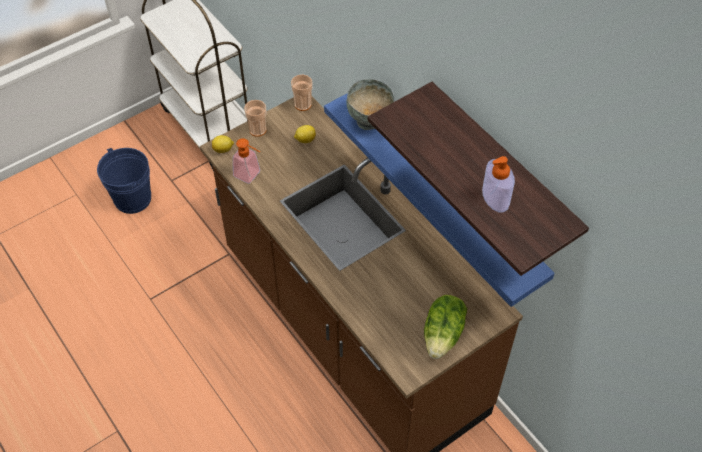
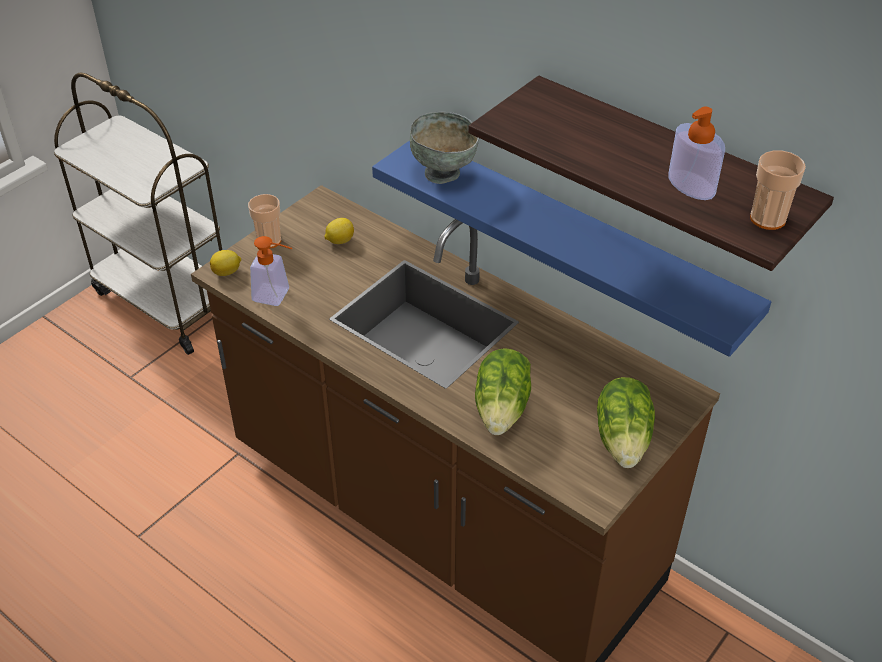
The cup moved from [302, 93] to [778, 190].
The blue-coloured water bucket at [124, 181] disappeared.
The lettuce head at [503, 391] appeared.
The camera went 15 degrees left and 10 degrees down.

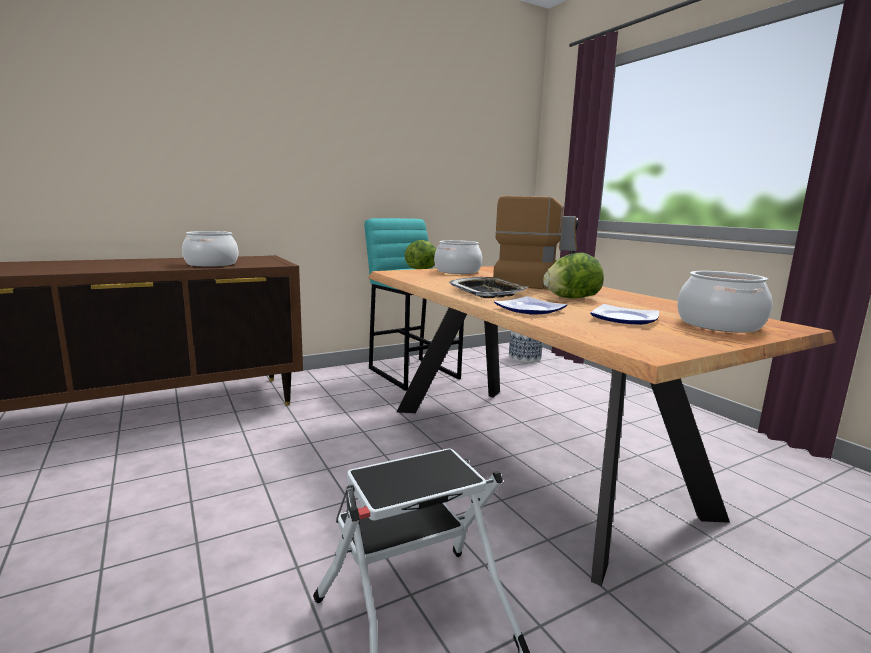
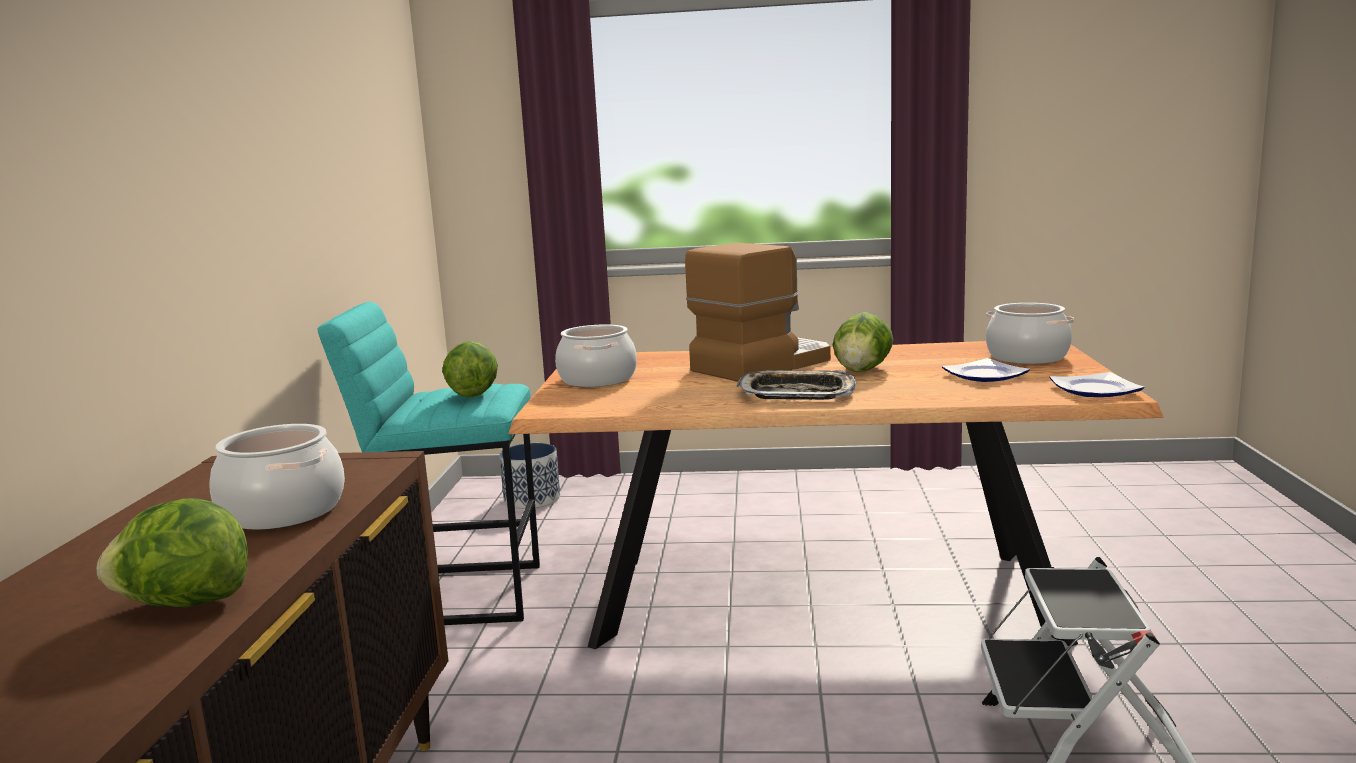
The dinner plate moved from [530, 305] to [1097, 384].
The lettuce head at [172, 552] appeared.
The camera went 55 degrees left and 0 degrees up.

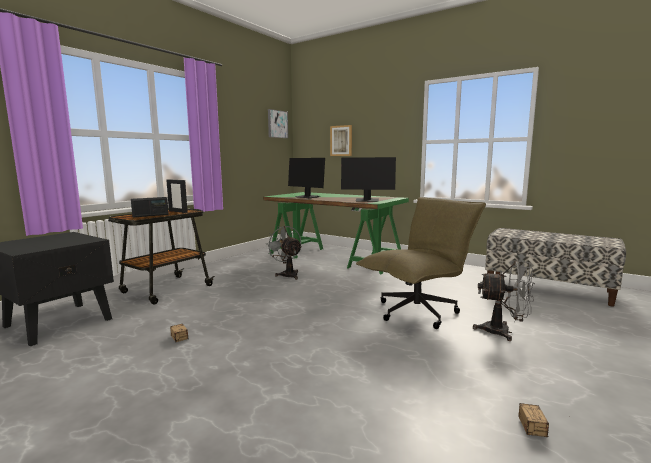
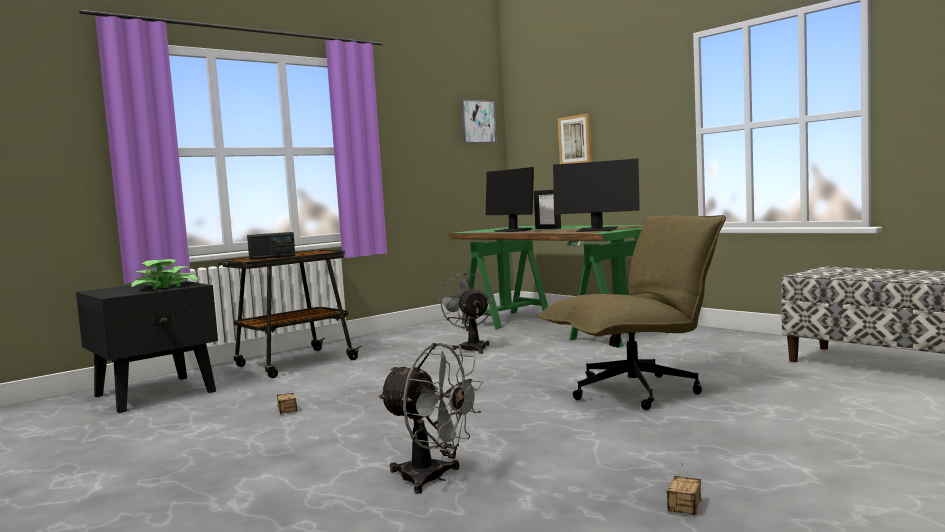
The standing frame moved from [177, 196] to [547, 209].
The greyish fan moved from [504, 301] to [430, 418].
The houseplant at [164, 274] appeared.
The camera went 15 degrees right and 5 degrees down.

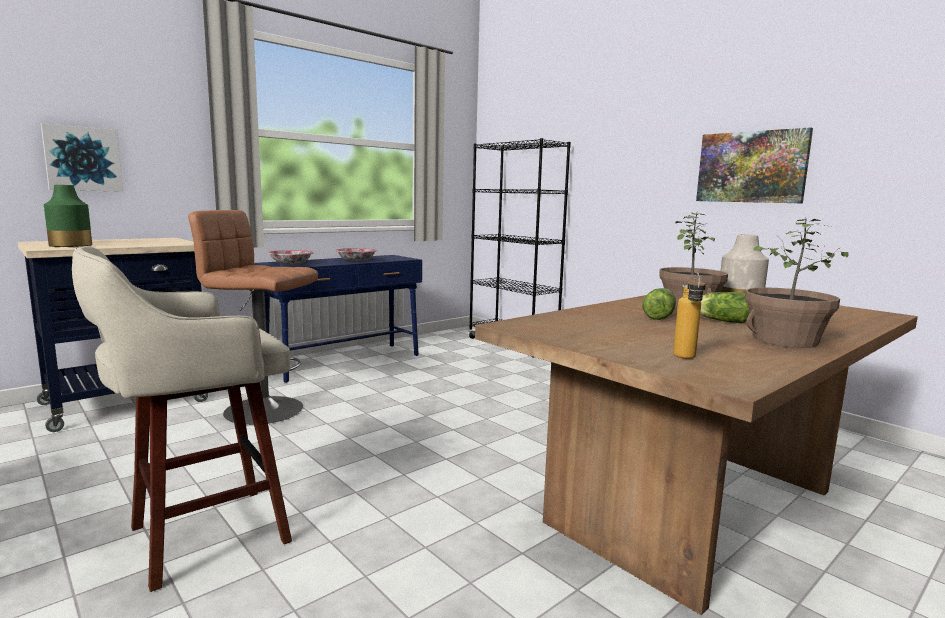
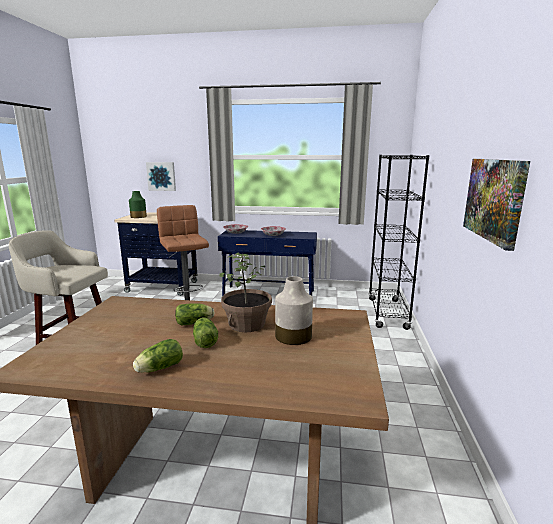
The houseplant at [797, 283] was replaced by the lettuce head at [158, 356].
The bottle at [689, 316] disappeared.
The camera went 50 degrees right and 5 degrees up.

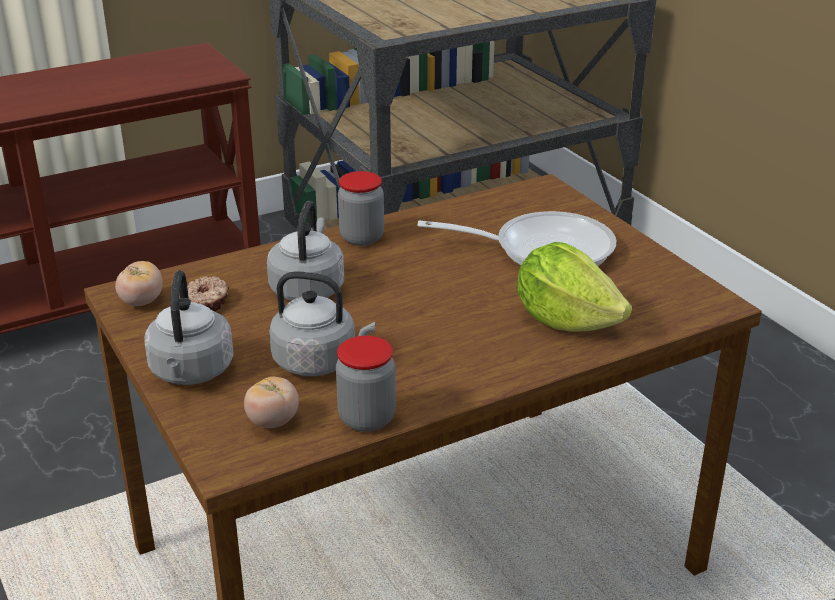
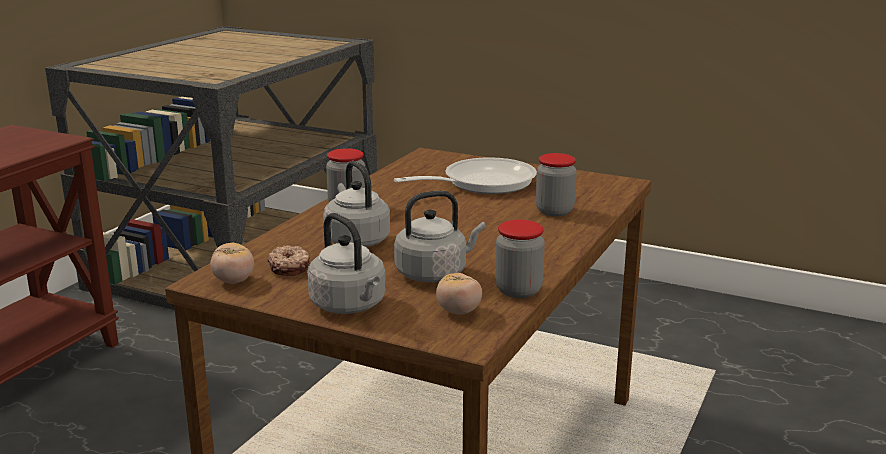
The lettuce head at [574, 287] was replaced by the jar at [556, 184].
The camera went 35 degrees left and 10 degrees down.

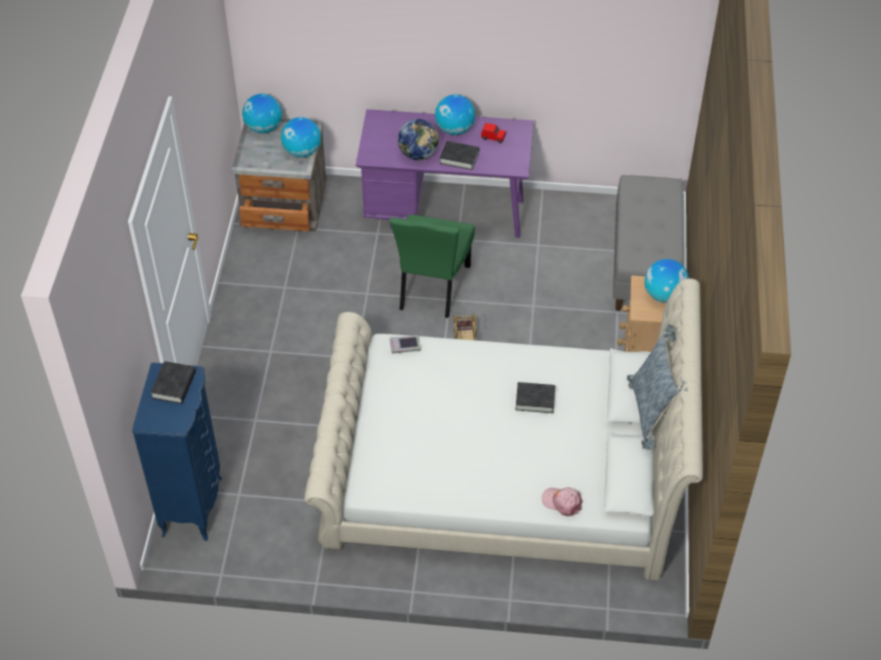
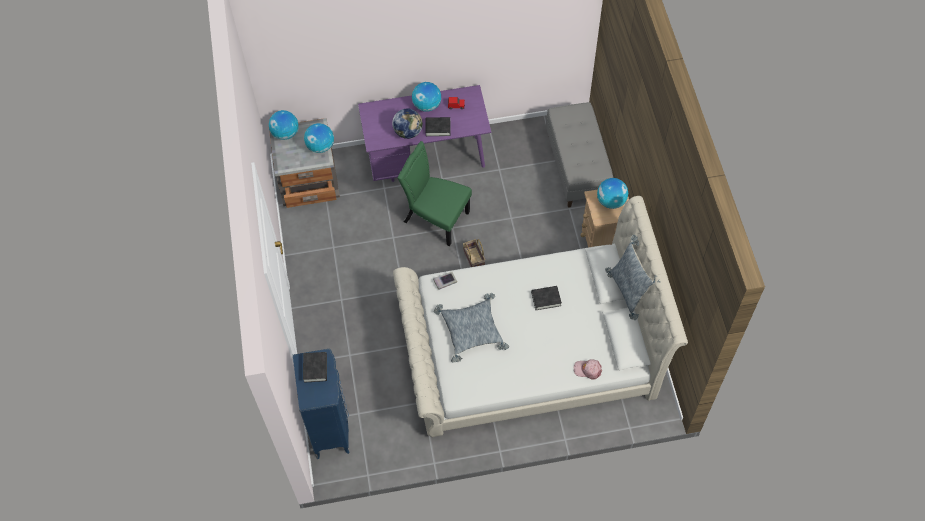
The green-coloured upright chair at [432, 266] turned 120 degrees clockwise.
The throw pillow at [471, 328] appeared.
The camera went 15 degrees left and 10 degrees up.

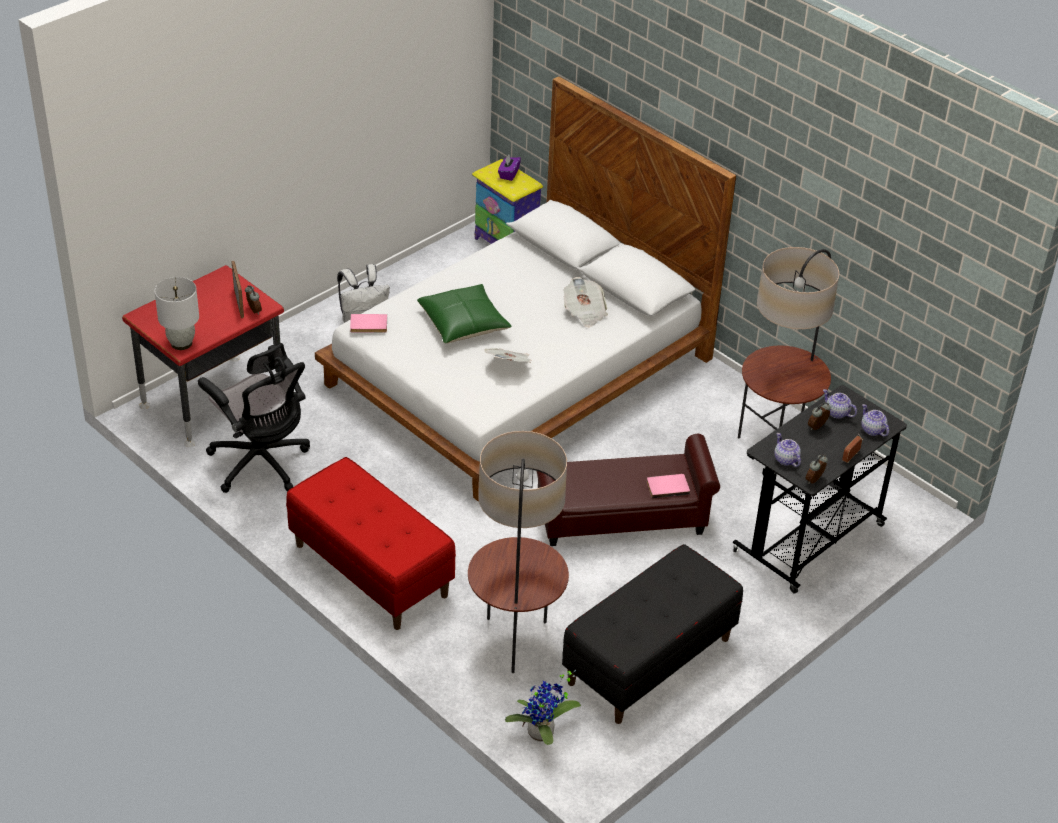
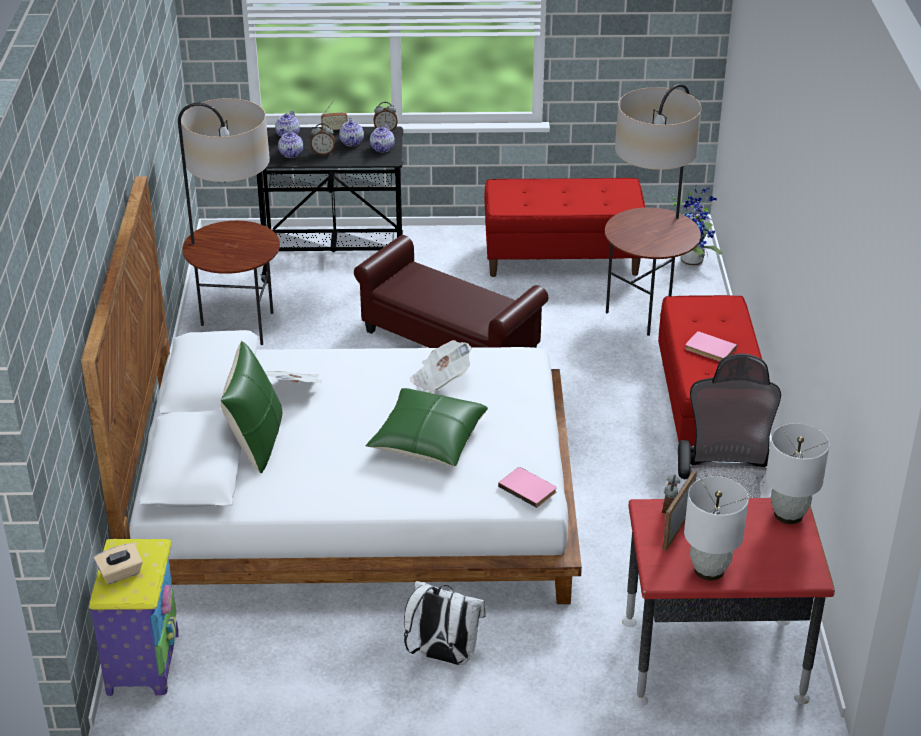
The purple-coloured tissue holder at [509, 168] became the sand-coloured tissue holder at [118, 563].
The pink-coloured book moved from [668, 486] to [711, 346].
The blackish indoor bench at [652, 634] became the red indoor bench at [564, 227].
The pot for tea at [351, 132] appeared.
The green-coloured throw pillow at [251, 407] appeared.
The whitish tabletop lamp at [716, 528] appeared.
The camera went 135 degrees left and 5 degrees down.

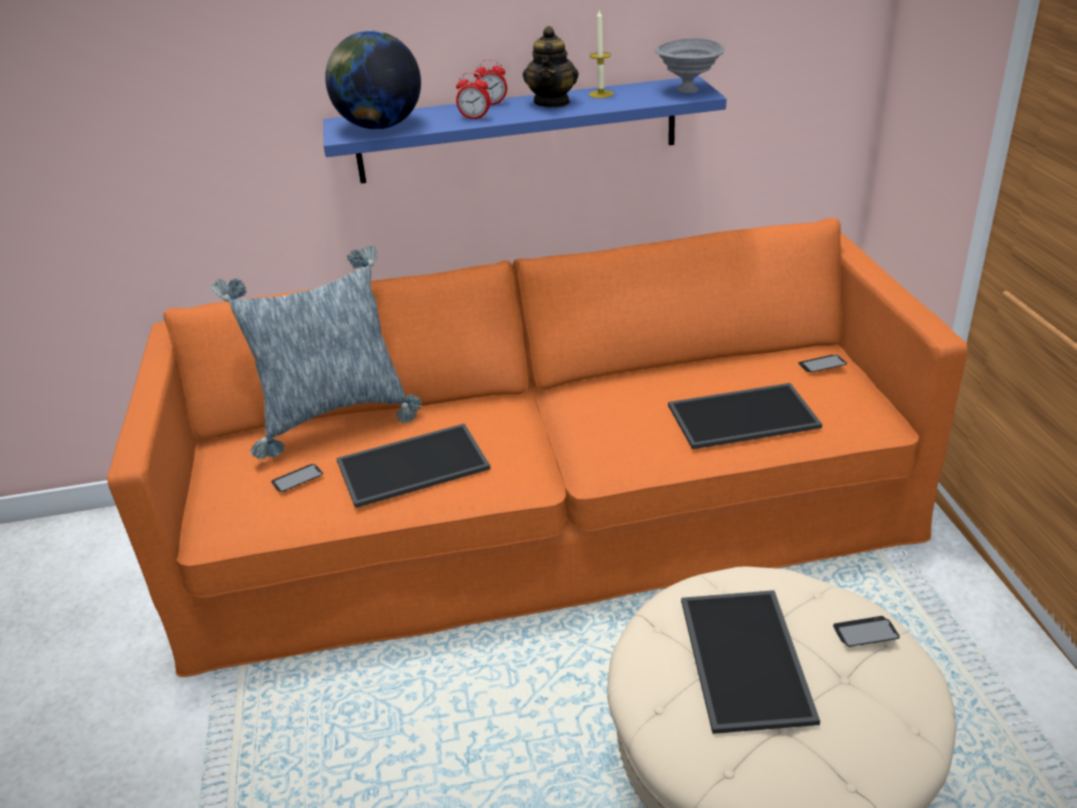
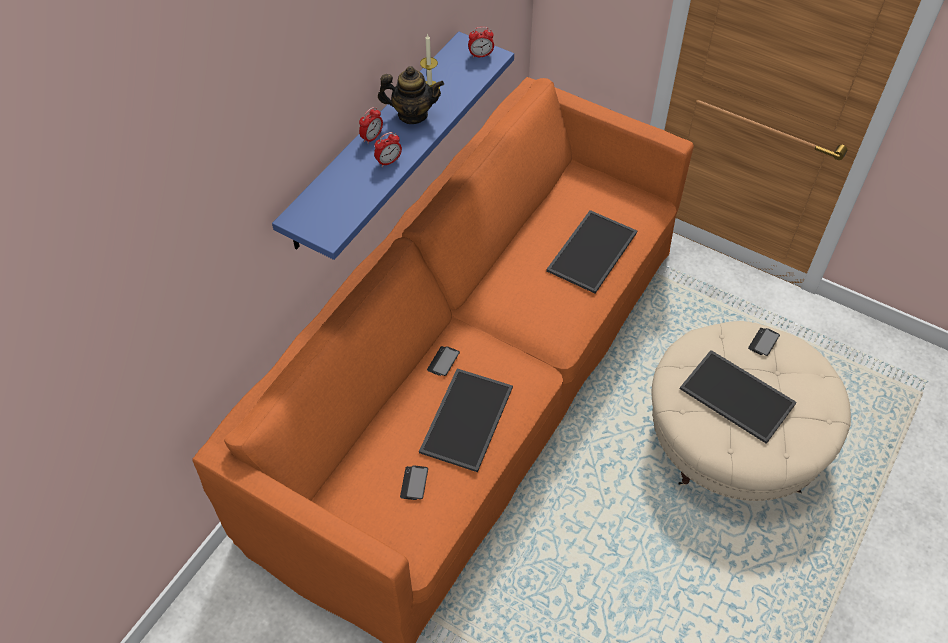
The pot for tea at [550, 67] turned 45 degrees counterclockwise.
The world globe at [373, 80] disappeared.
The greyish deep dish at [690, 65] was replaced by the bedside clock at [481, 42].
The throw pillow at [316, 352] disappeared.
The telephone moved from [822, 363] to [443, 361].
The camera went 50 degrees left and 20 degrees up.

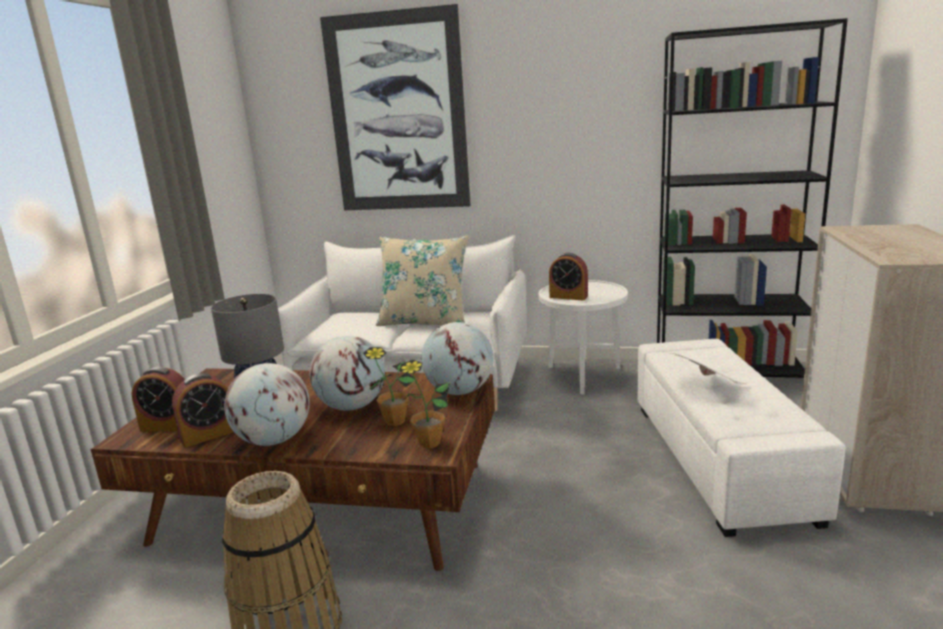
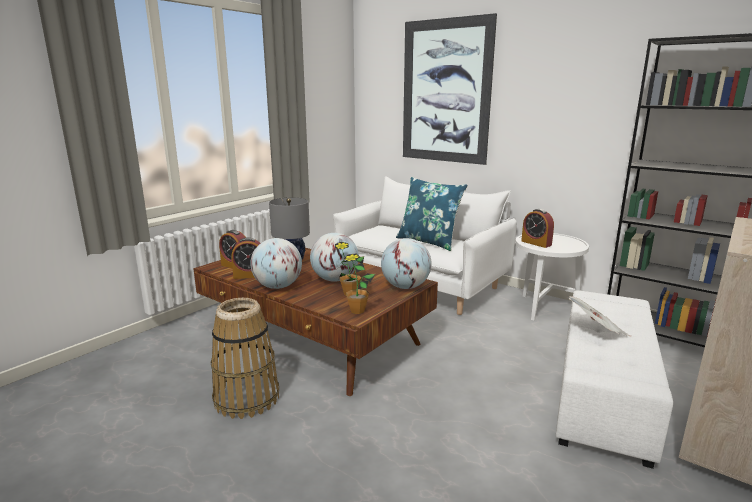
The sand-coloured throw pillow at [422, 281] became the blue-coloured throw pillow at [432, 214].
The camera went 25 degrees right and 0 degrees up.

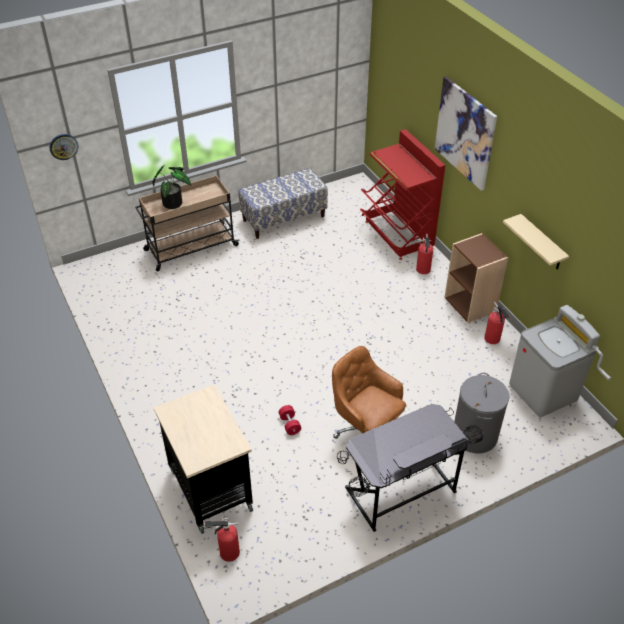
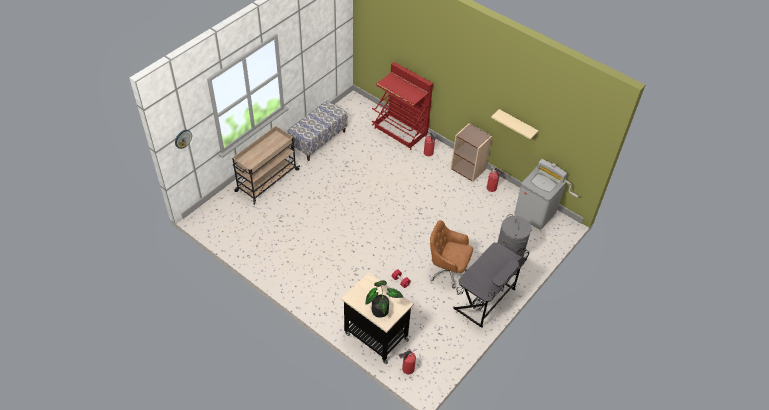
The picture at [466, 134] disappeared.
The houseplant moved from [171, 187] to [384, 299].
The camera went 25 degrees left and 5 degrees up.

